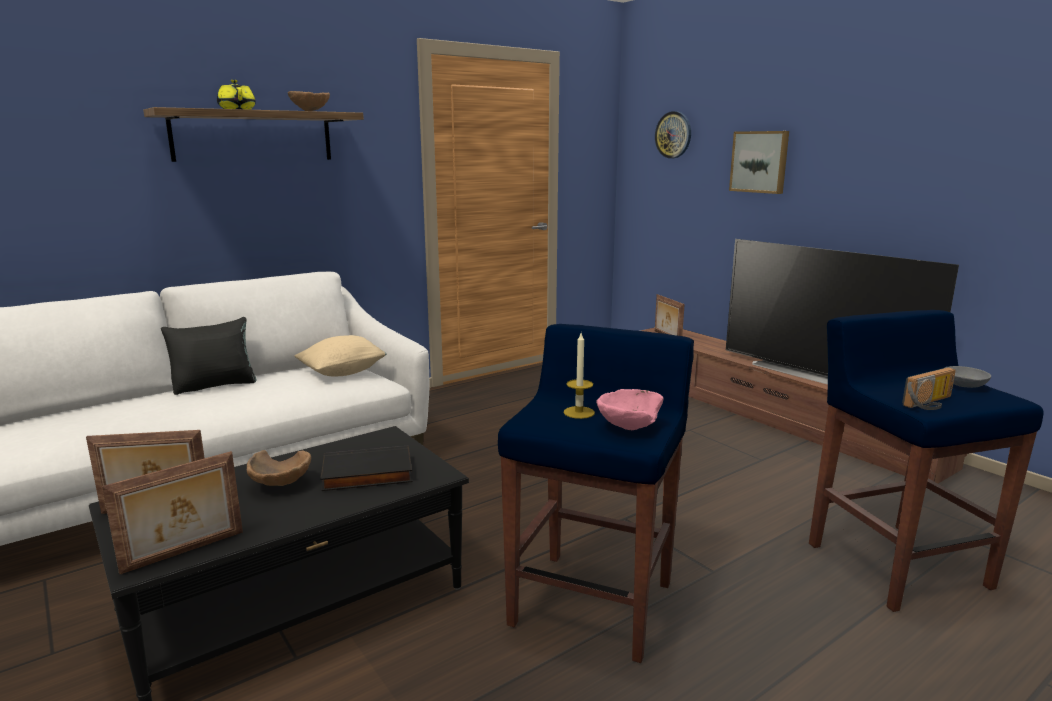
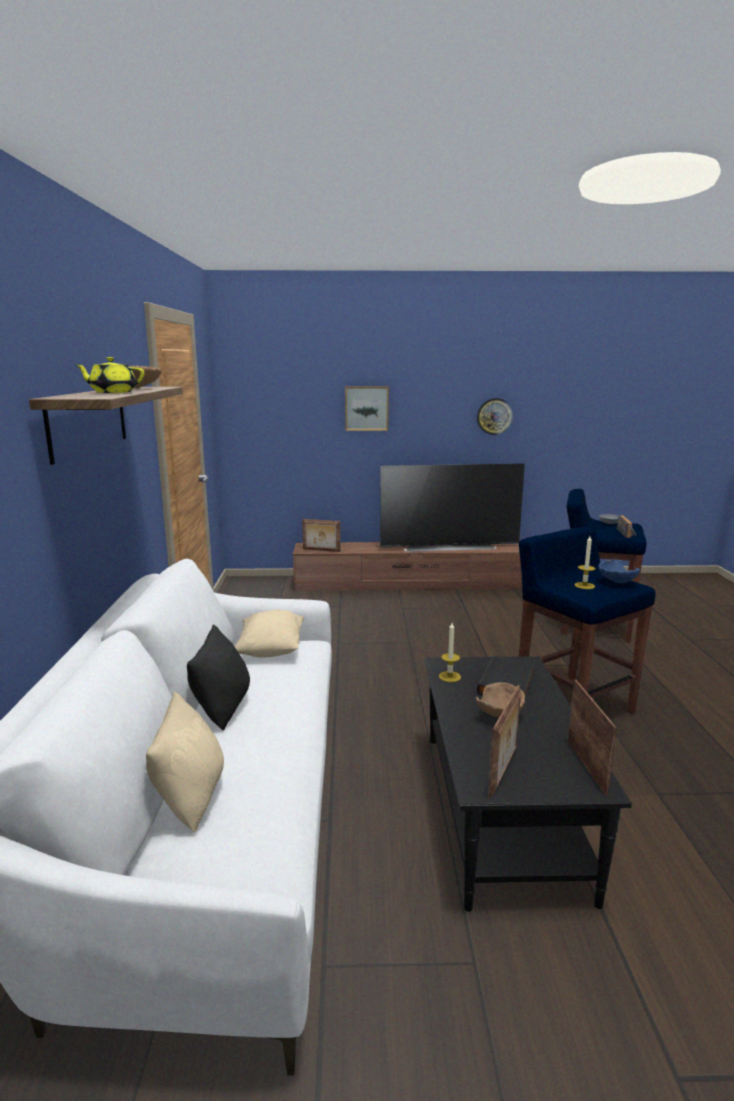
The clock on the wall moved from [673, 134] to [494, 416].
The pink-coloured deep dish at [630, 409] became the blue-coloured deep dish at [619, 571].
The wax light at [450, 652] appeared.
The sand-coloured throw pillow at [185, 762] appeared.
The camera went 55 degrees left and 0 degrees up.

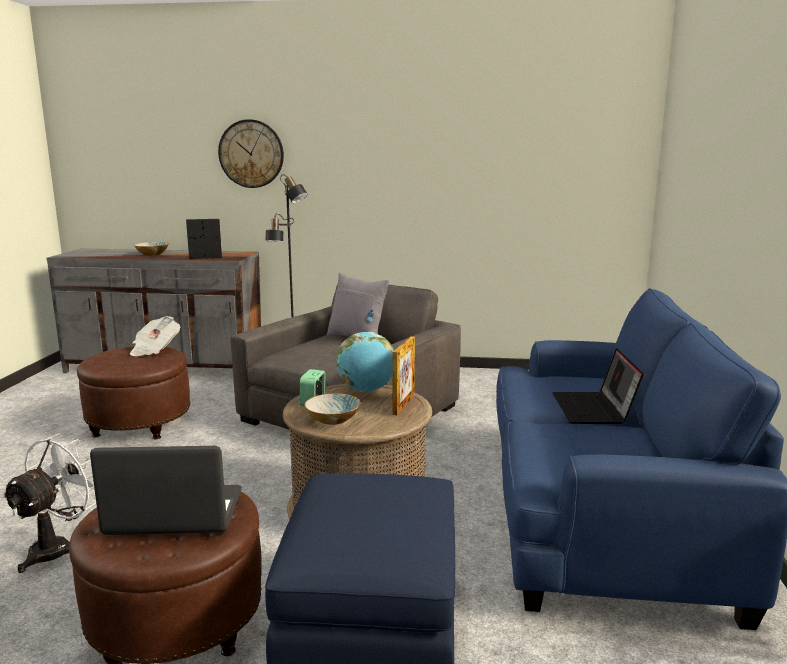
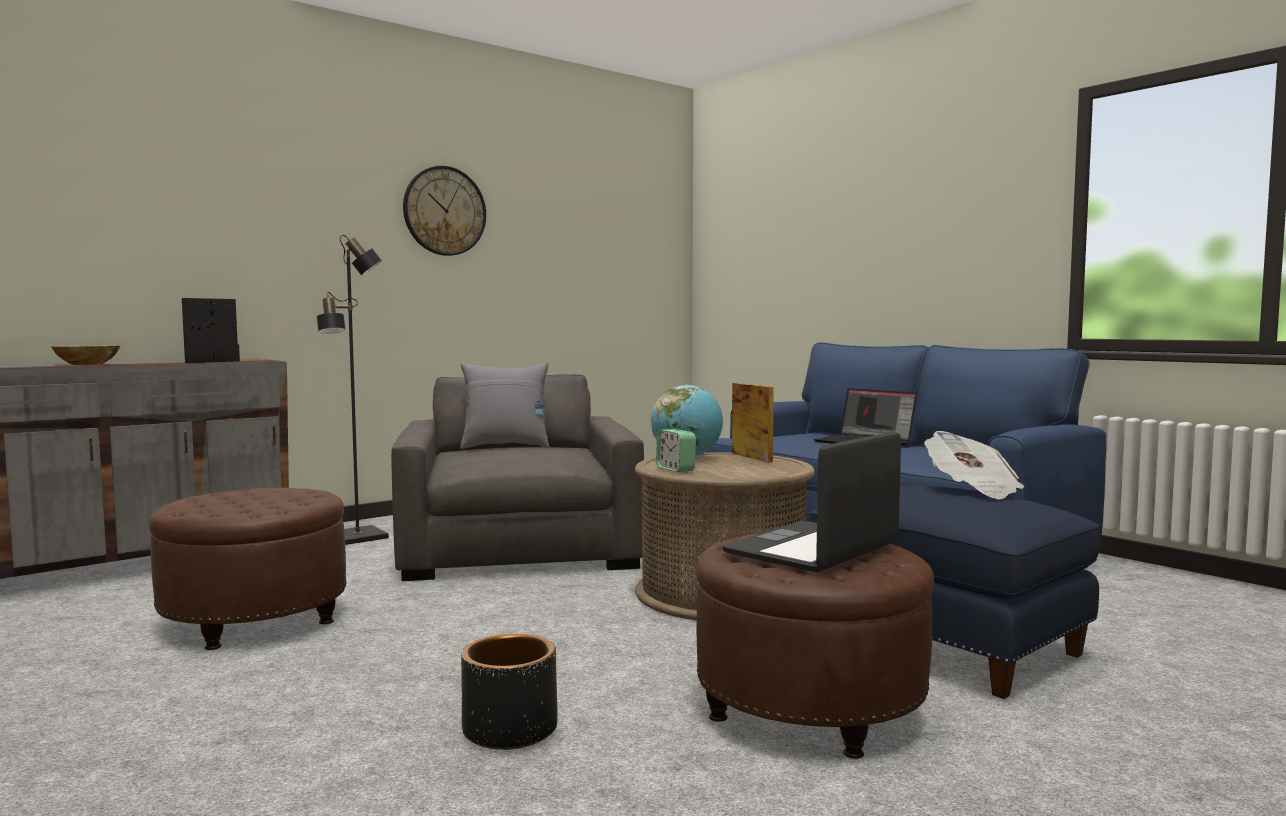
The clock on the wall moved from [251, 153] to [444, 211].
The newspaper moved from [155, 336] to [974, 465].
The deep dish at [332, 409] disappeared.
The whitish fan at [48, 503] was replaced by the blackish planter at [509, 692].
The camera went 45 degrees left and 10 degrees down.

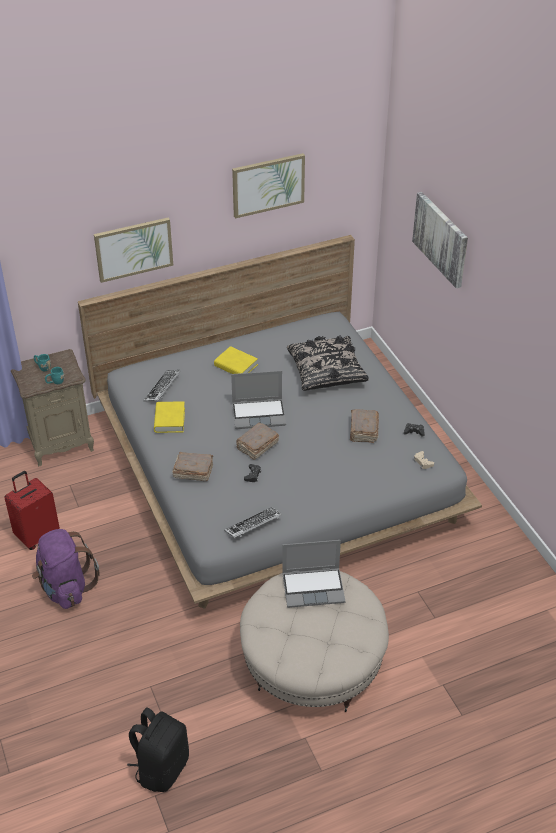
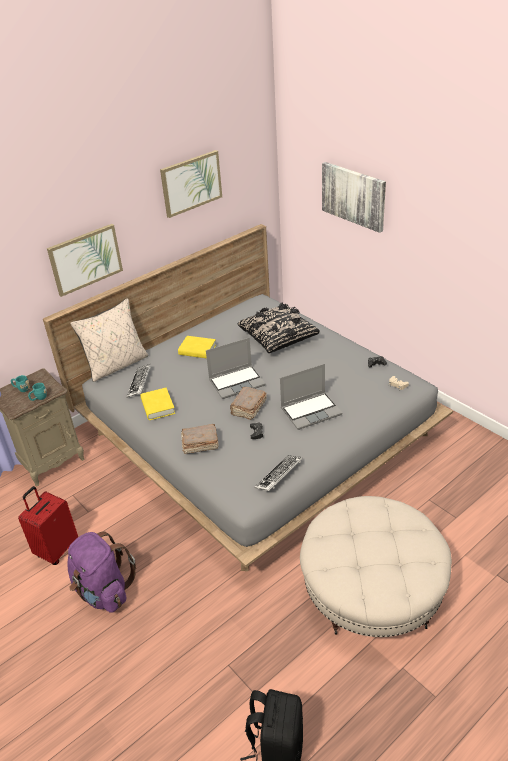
The brownish book at [364, 426] disappeared.
The notebook computer moved from [313, 574] to [311, 396].
The sand-coloured throw pillow at [109, 340] appeared.
The camera went 15 degrees left and 5 degrees down.

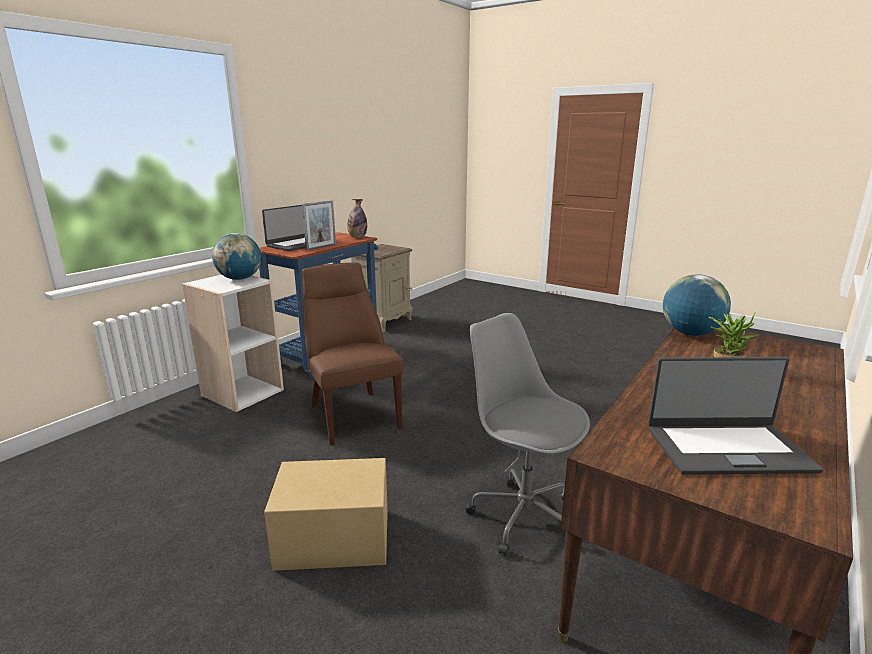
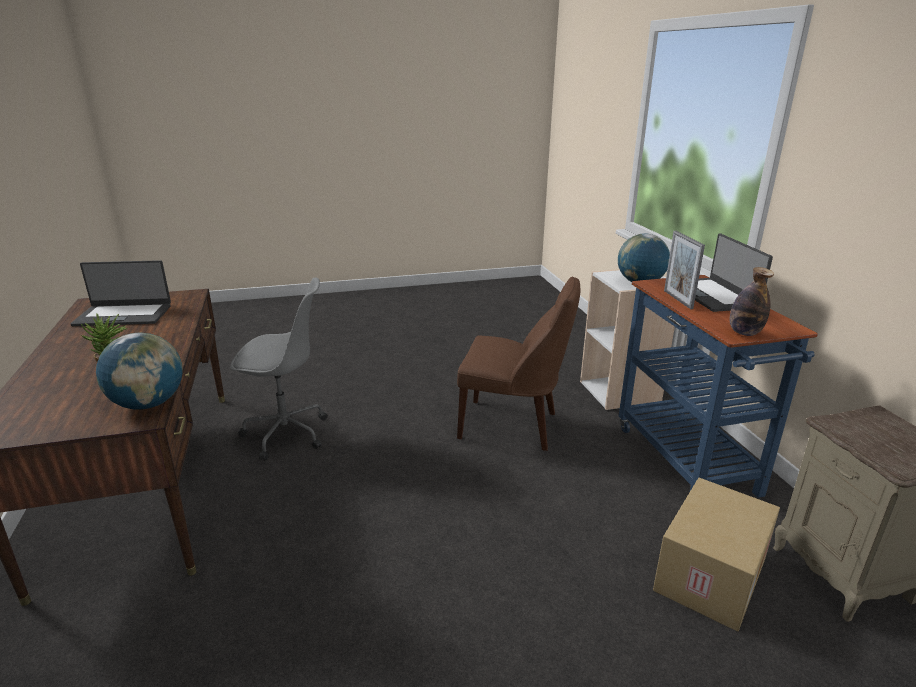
The notebook computer at [735, 416] turned 135 degrees counterclockwise.
The cardboard box moved from [326, 514] to [716, 555].
The camera went 130 degrees right and 5 degrees up.

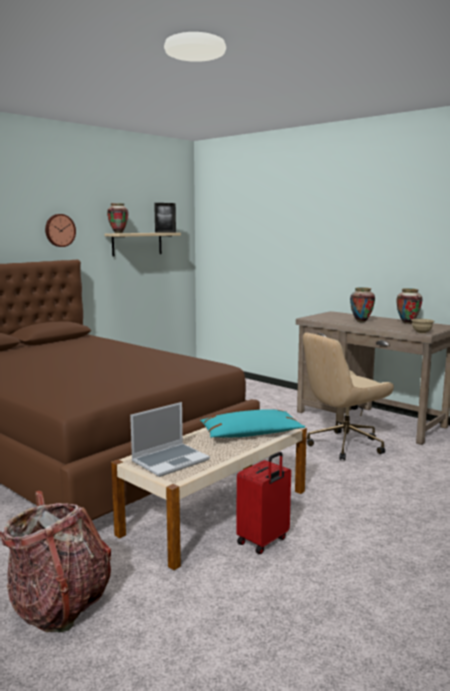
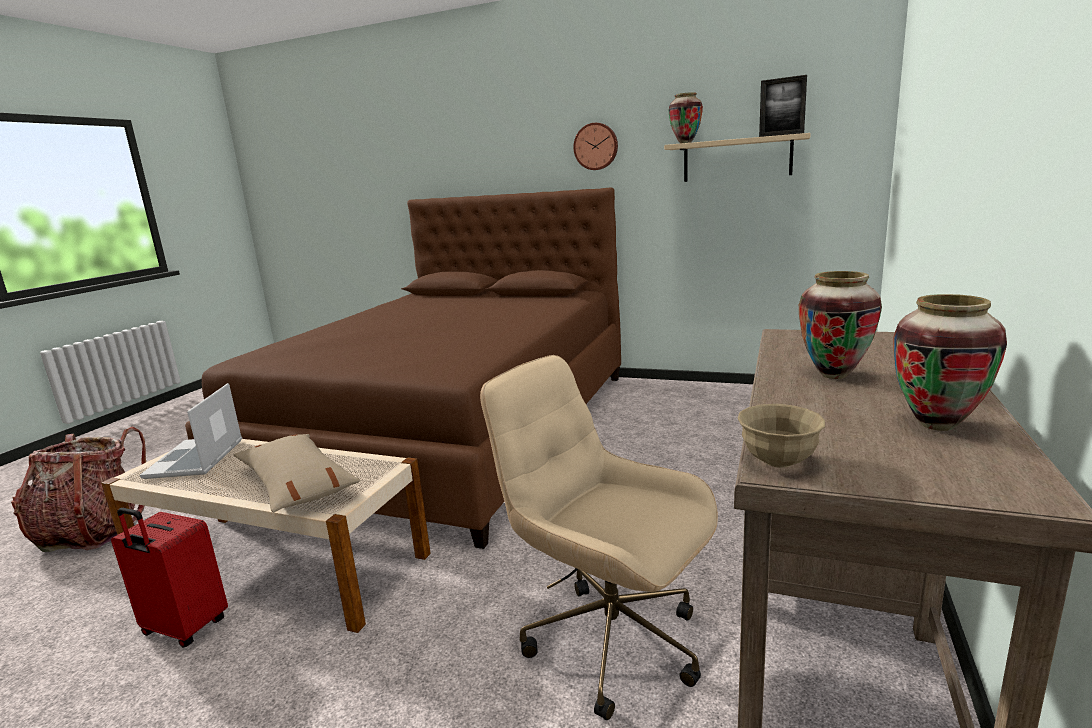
The notebook computer at [170, 439] turned 60 degrees clockwise.
The turquoise-coloured throw pillow at [252, 423] became the sand-coloured throw pillow at [297, 473].
The camera went 70 degrees right and 5 degrees up.

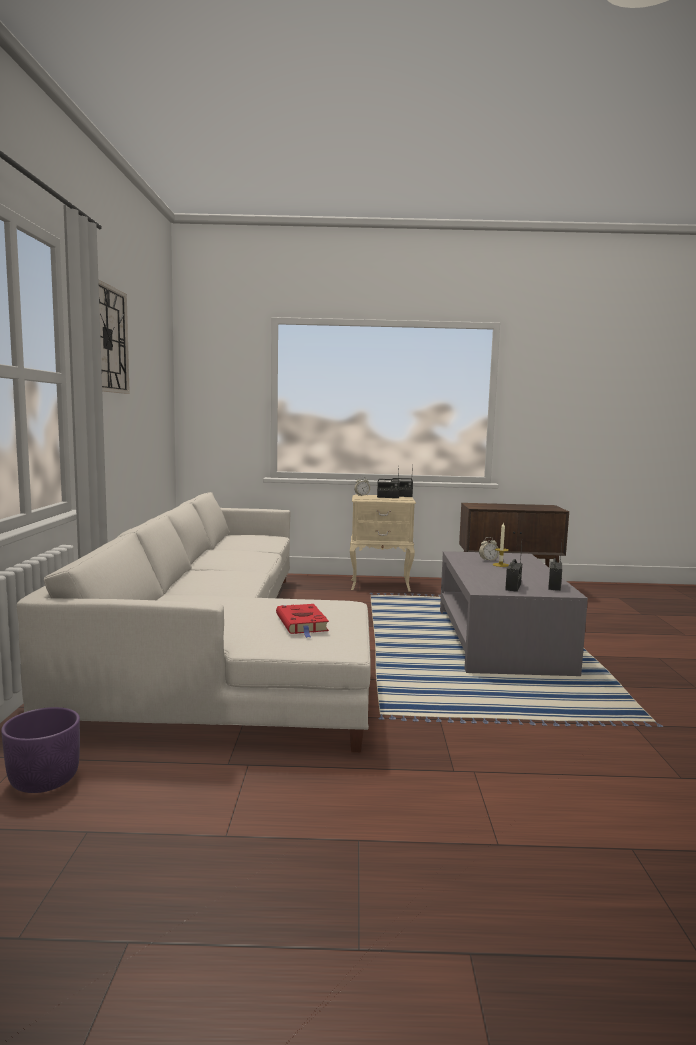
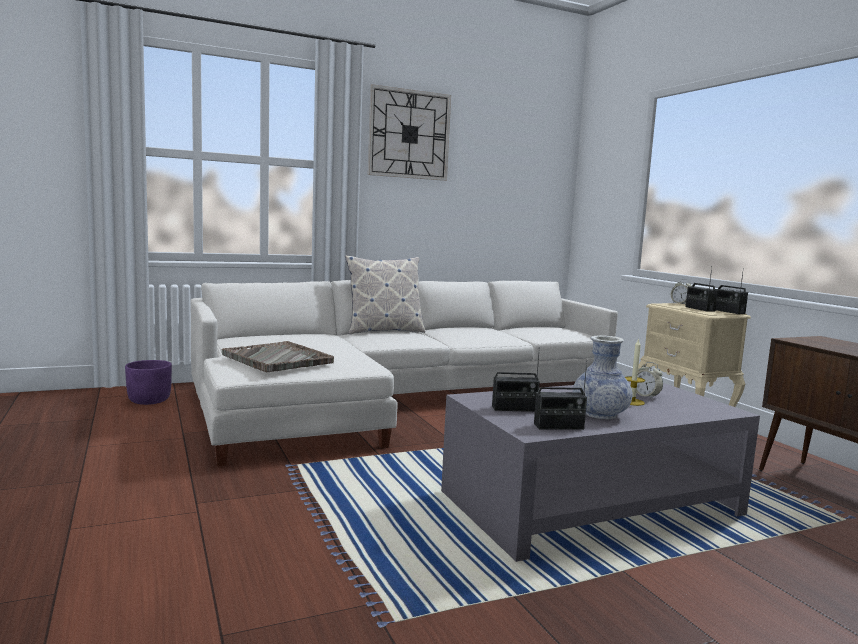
The red book at [302, 621] was replaced by the greyish serving tray at [278, 356].
The throw pillow at [385, 294] appeared.
The flower vase at [603, 377] appeared.
The camera went 65 degrees right and 0 degrees up.

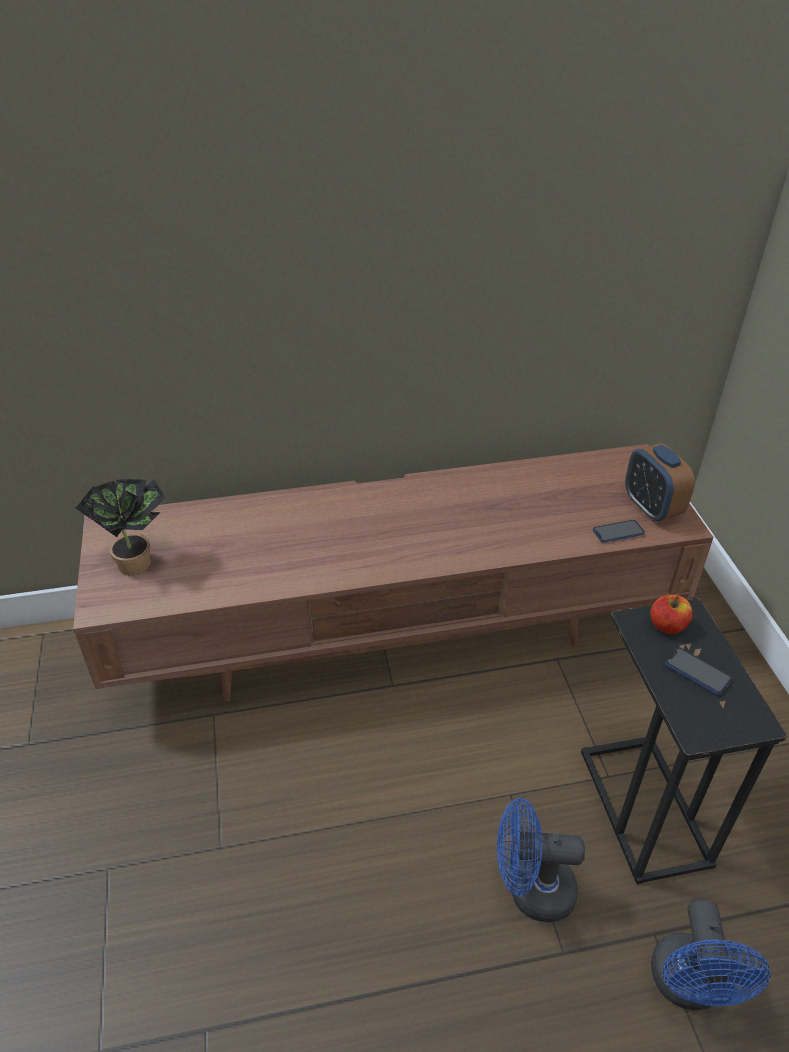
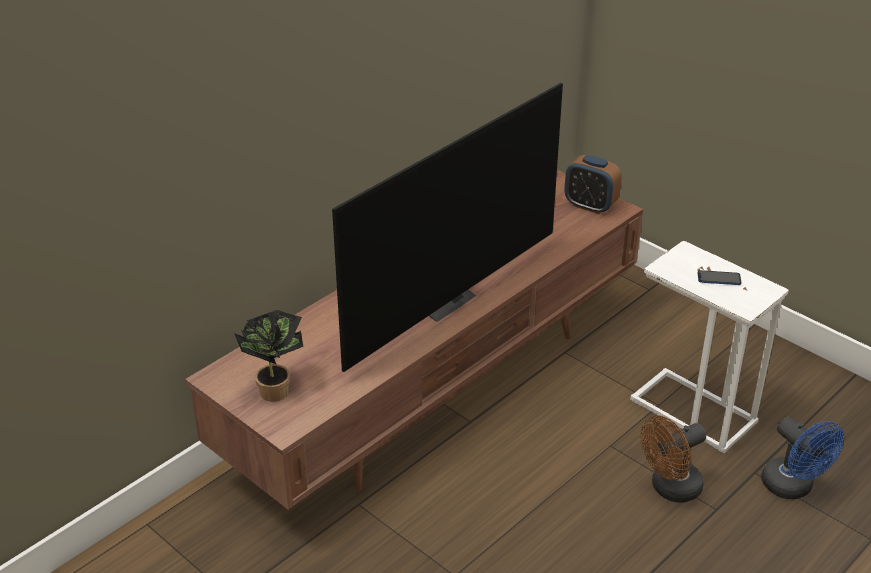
The telephone at [619, 531] disappeared.
The apple at [671, 614] disappeared.
The blackish accent table at [684, 741] became the whitish accent table at [709, 347].
The blue-coloured fan at [541, 860] became the brownish fan at [673, 458].
The television at [447, 227] appeared.
The camera went 35 degrees left and 5 degrees down.

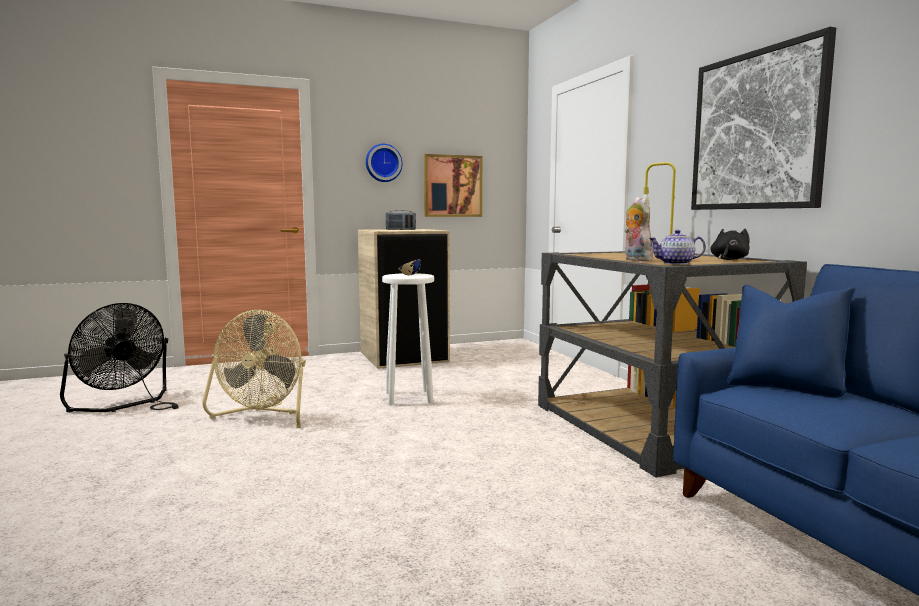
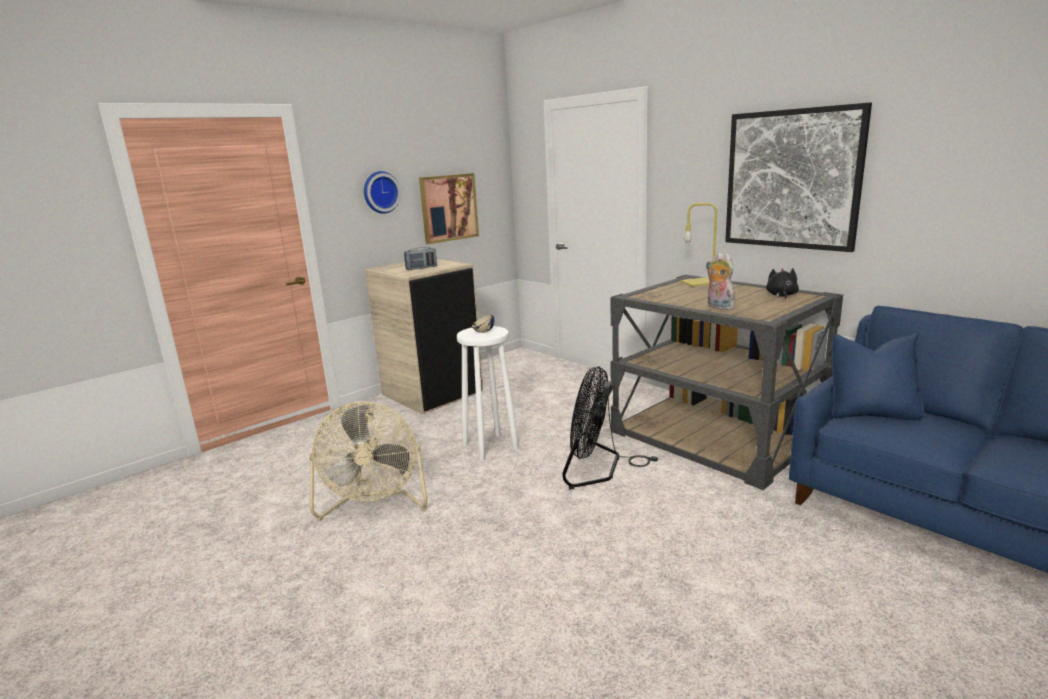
The pot for tea at [677, 247] disappeared.
The blackish fan moved from [119, 357] to [611, 428].
The camera went 20 degrees left and 10 degrees up.

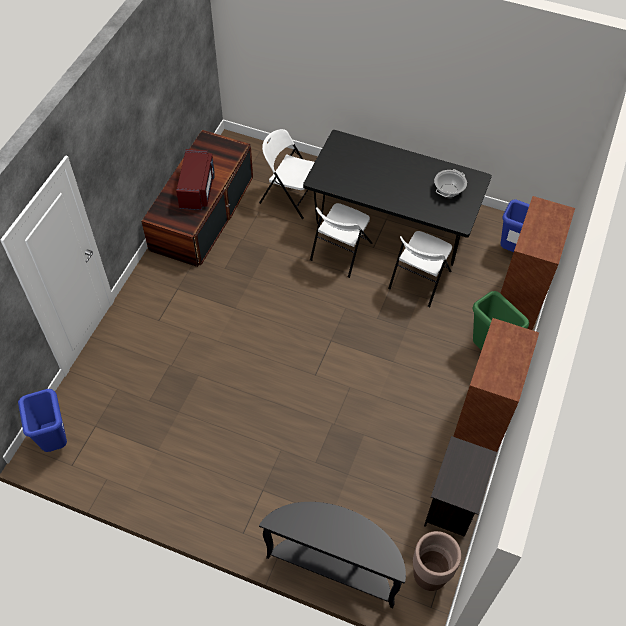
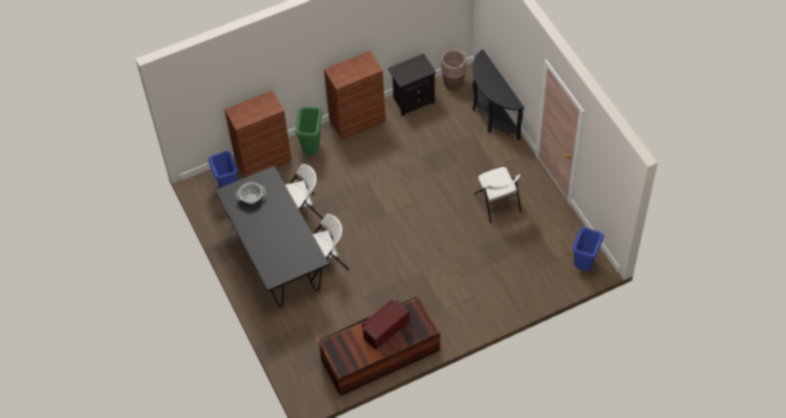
The whitish upright chair moved from [287, 174] to [498, 195].
The camera went 135 degrees left and 0 degrees up.

